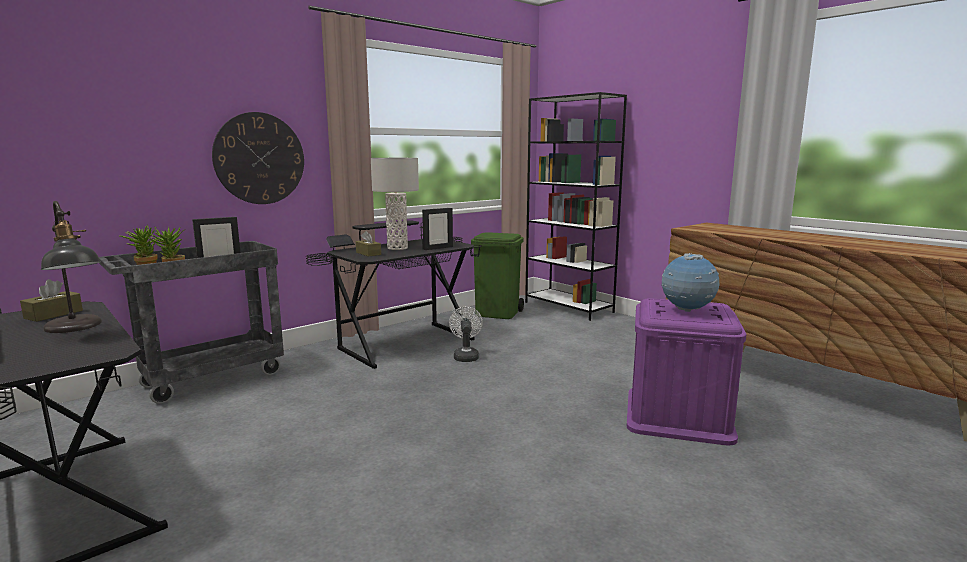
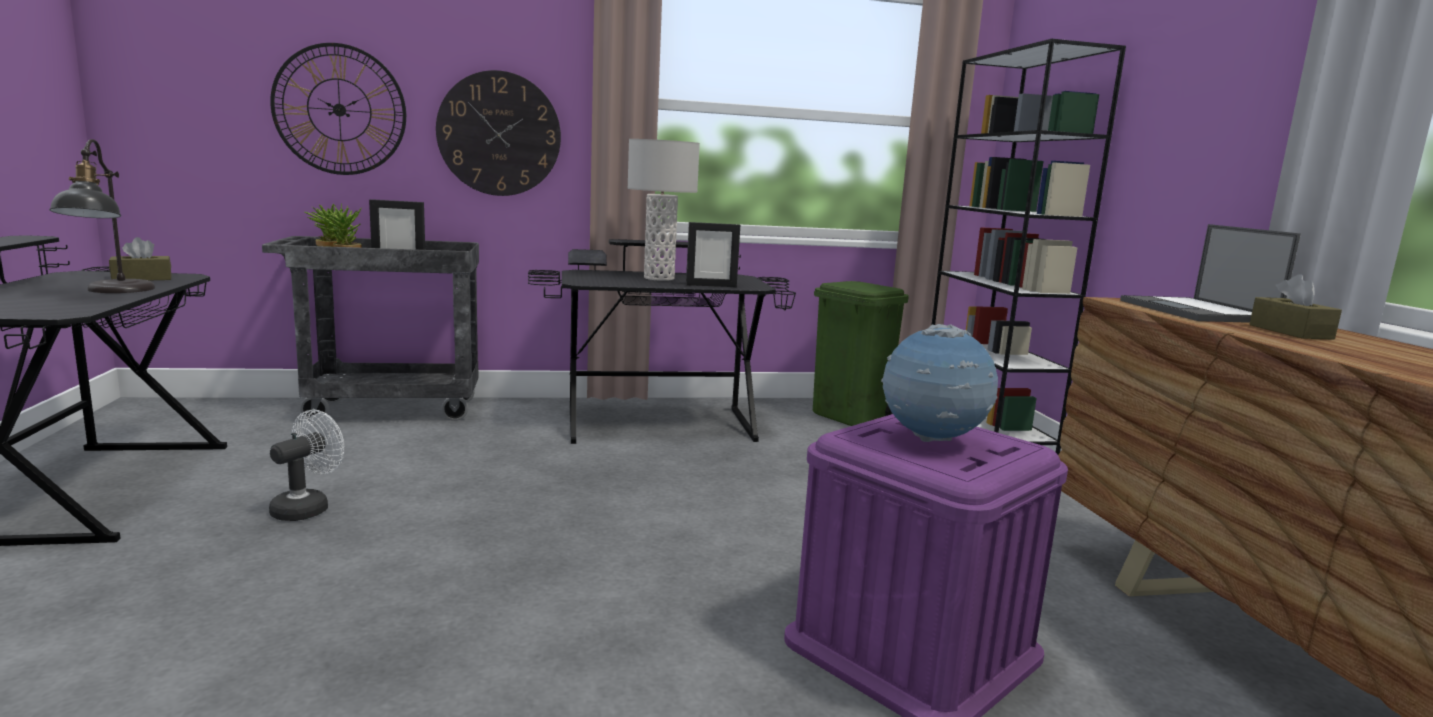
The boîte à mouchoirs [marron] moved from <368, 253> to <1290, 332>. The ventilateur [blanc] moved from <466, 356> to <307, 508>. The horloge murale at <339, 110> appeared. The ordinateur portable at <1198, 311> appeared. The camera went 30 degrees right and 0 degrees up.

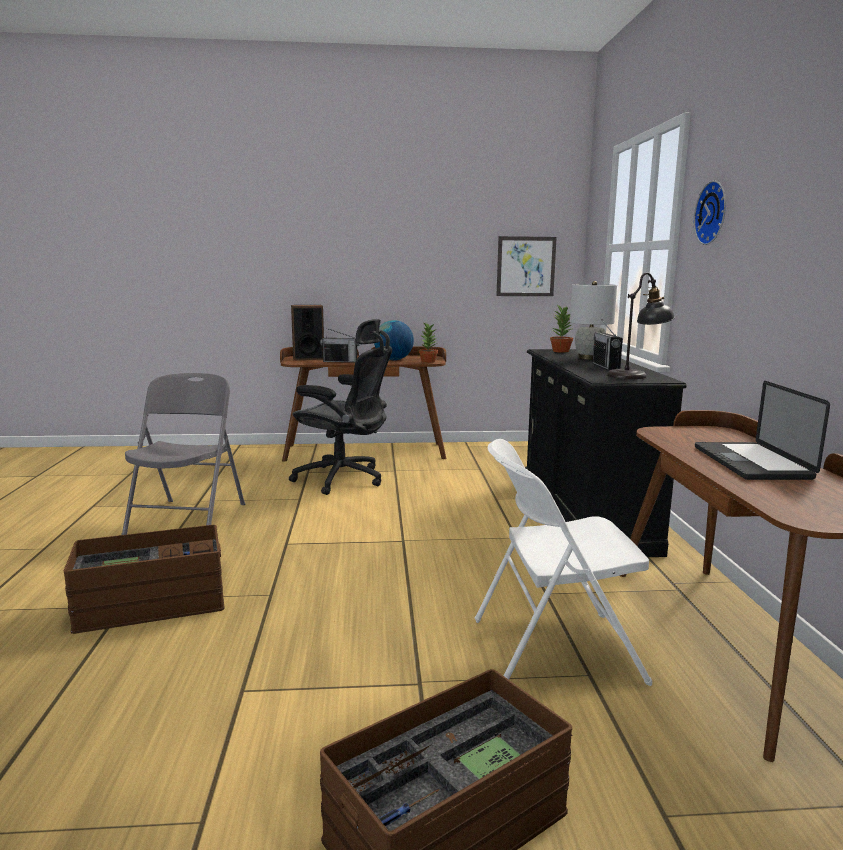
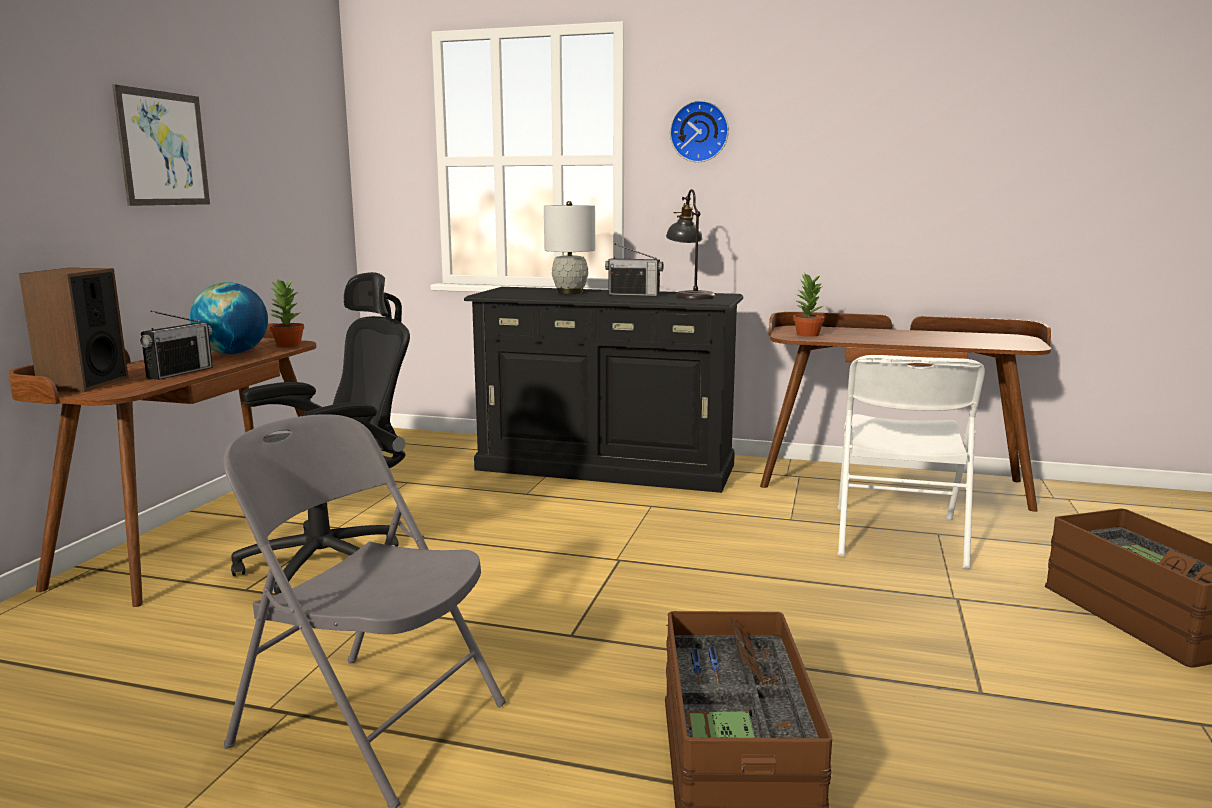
The tableau moved from <526, 266> to <163, 148>. The plante en pot moved from <560, 351> to <807, 334>. The ordinateur portable at <751, 463> disappeared. The camera went 70 degrees left and 0 degrees up.

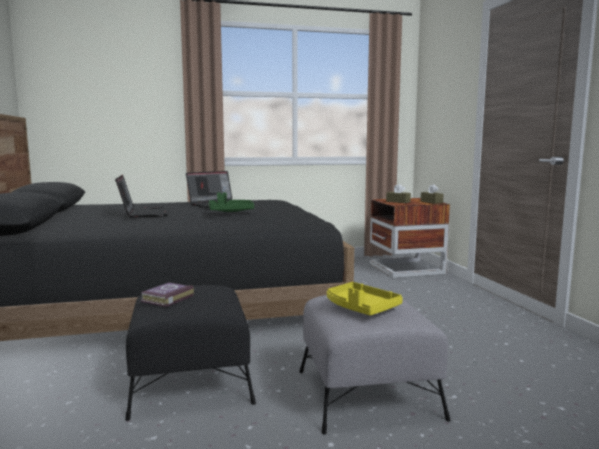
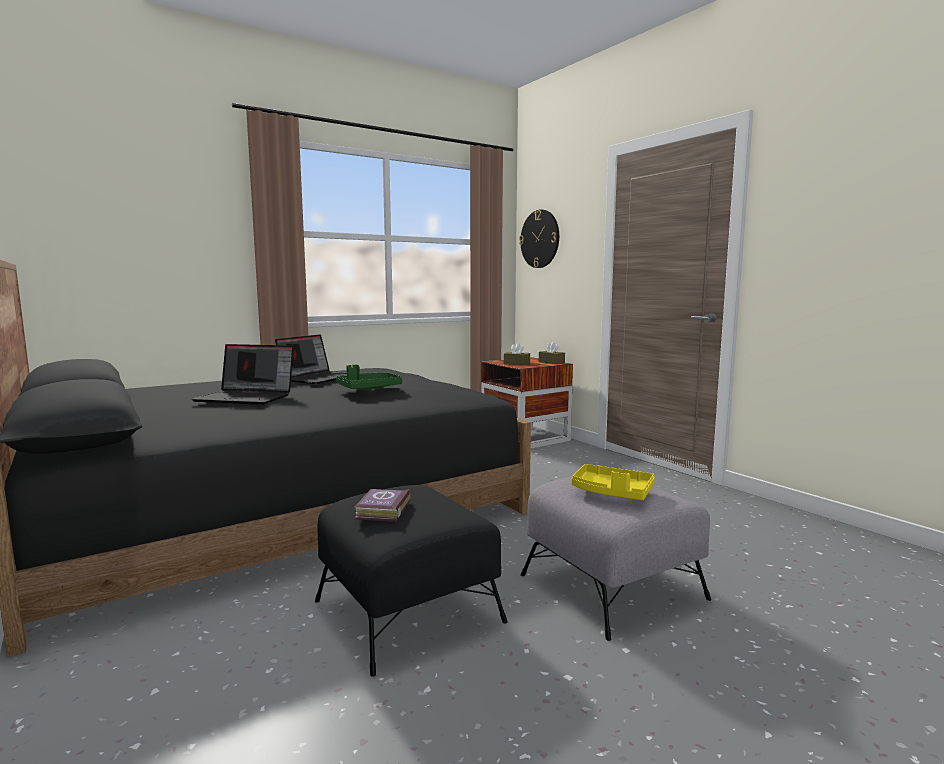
The ordinateur portable at <144, 213> turned 135 degrees clockwise. The horloge murale at <540, 239> appeared. The camera went 20 degrees left and 0 degrees up.

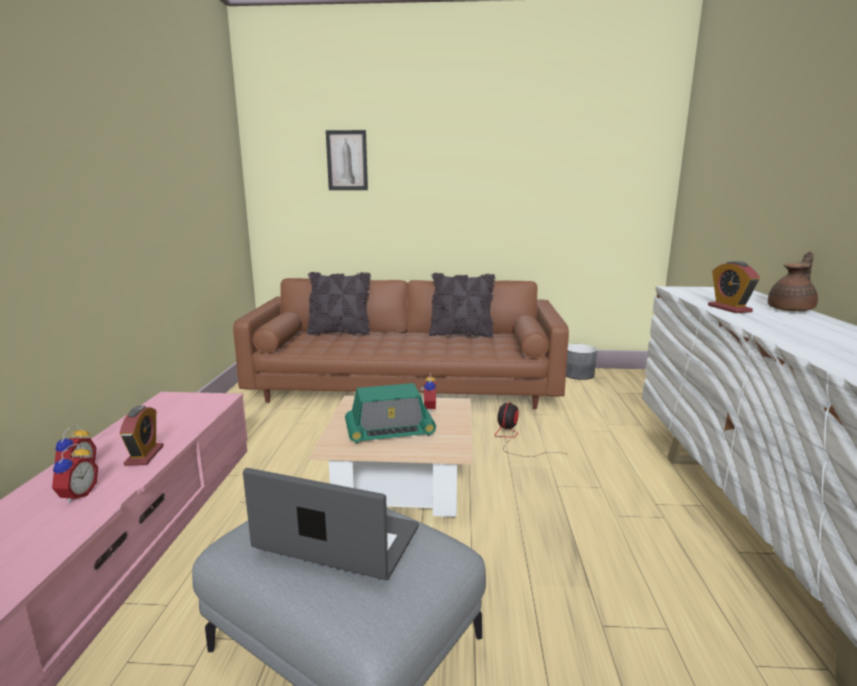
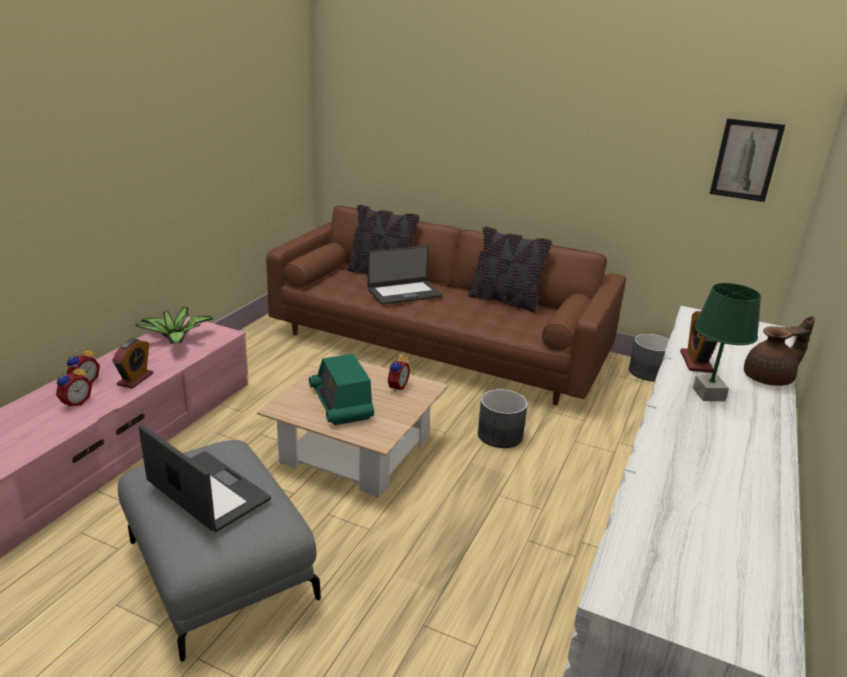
The tableau moved from <347, 160> to <746, 160>. The radio at <390, 431> turned 60 degrees clockwise. The ventilateur at <514, 439> was replaced by the cache-pot [gris] at <500, 435>. The ordinateur portable at <404, 292> appeared. The lampe de table [vert] at <709, 394> appeared. The plante en pot at <176, 339> appeared. The camera went 20 degrees right and 10 degrees up.

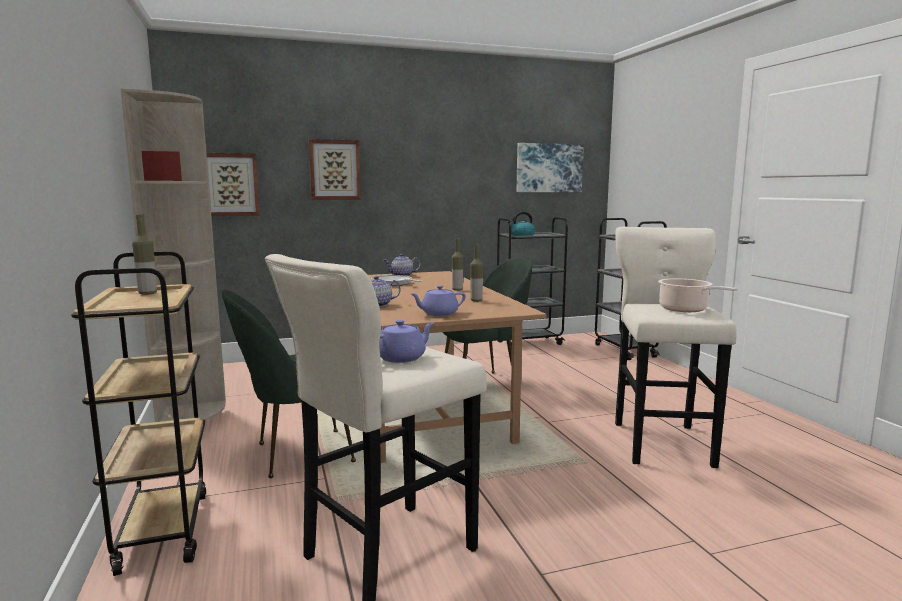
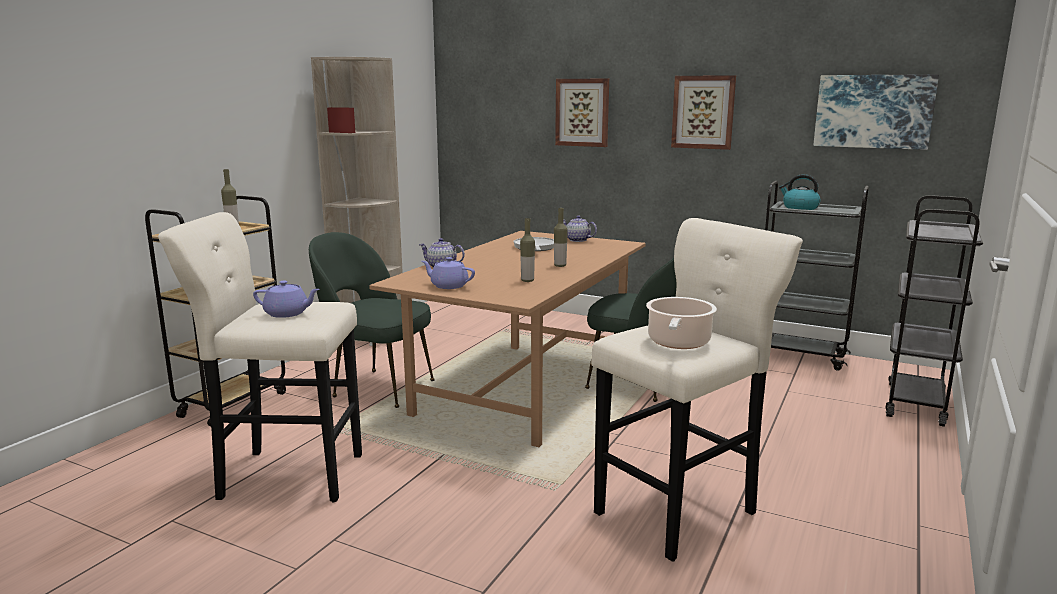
The tableau moved from <231, 184> to <703, 112>. The camera went 45 degrees right and 5 degrees up.

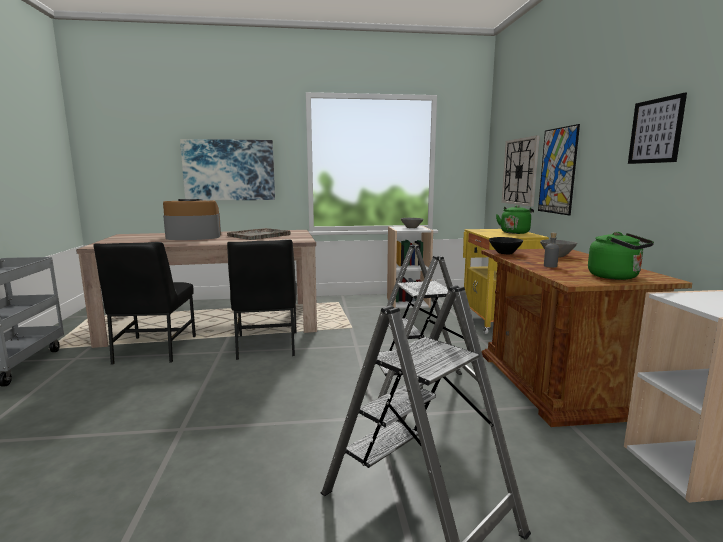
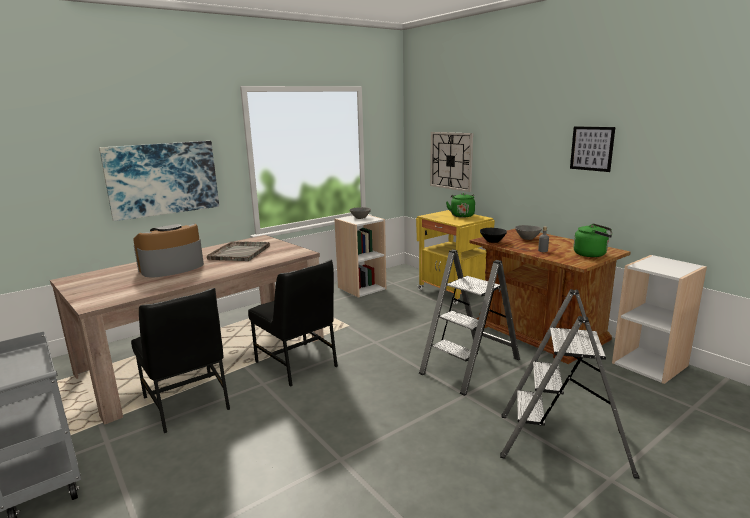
The tableau at <557, 171> disappeared. The camera went 30 degrees left and 5 degrees up.

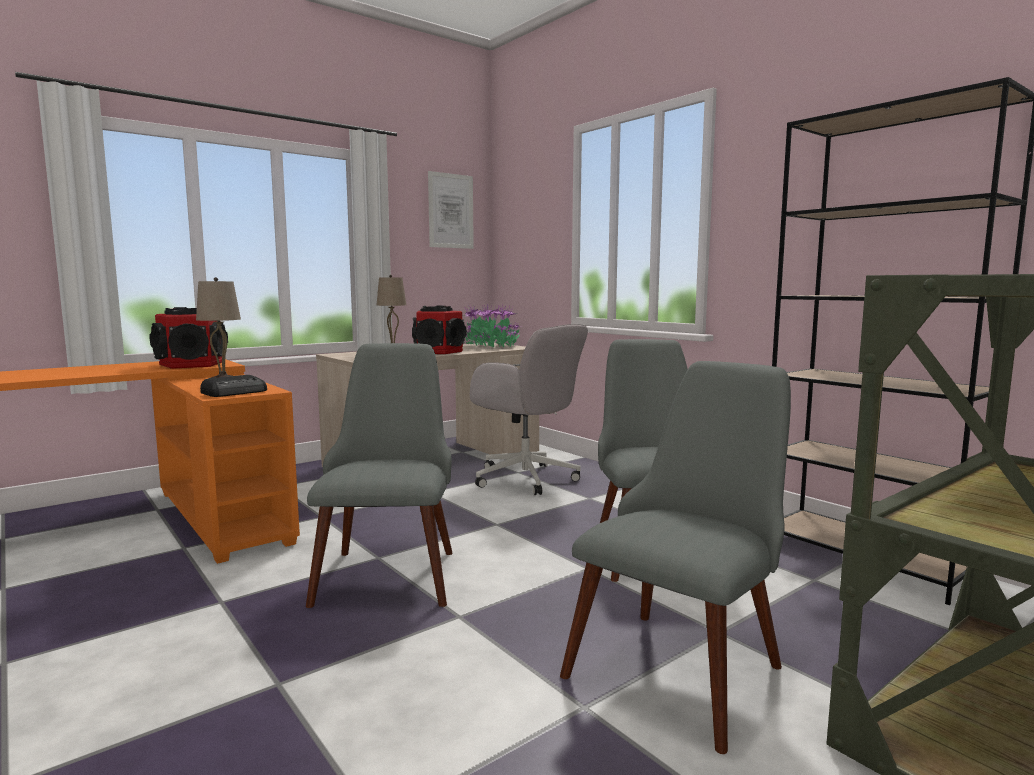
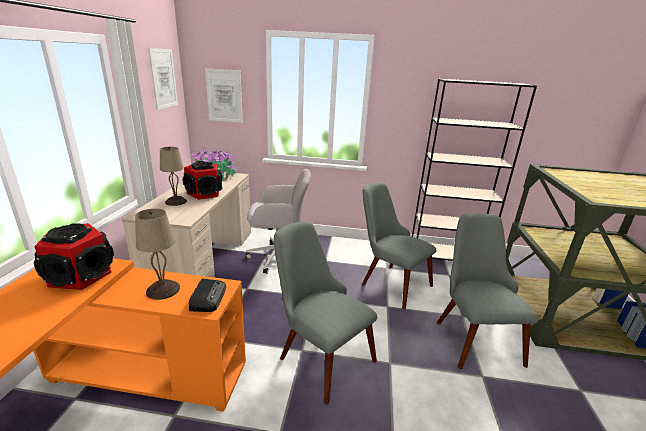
The tableau at <224, 96> appeared. The camera went 45 degrees left and 15 degrees up.

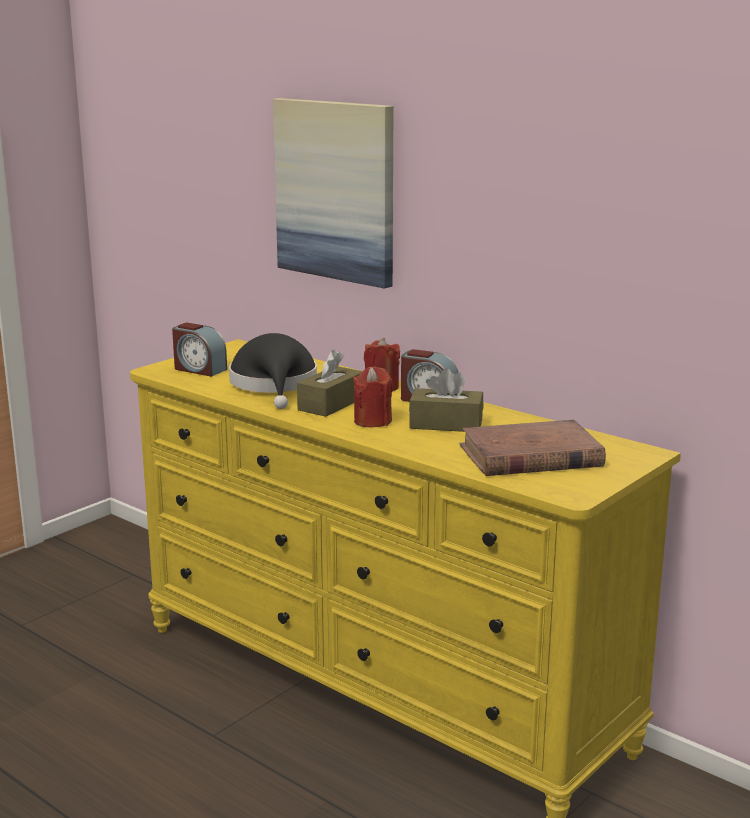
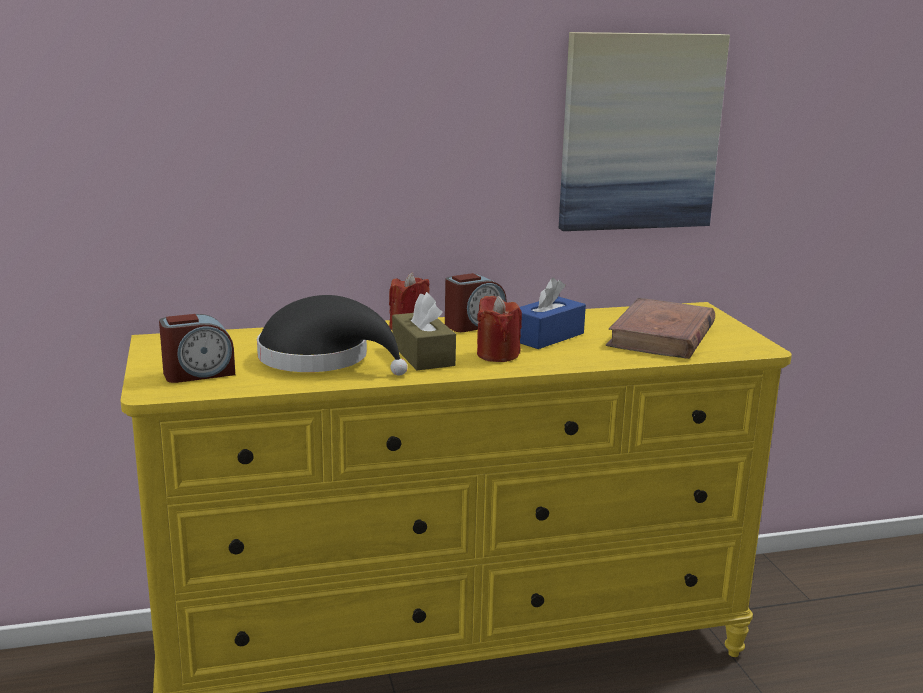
The tableau moved from <336, 190> to <639, 132>. The boîte à mouchoirs [marron] at <446, 424> became the boîte à mouchoirs [bleu] at <547, 336>. The camera went 55 degrees left and 0 degrees up.

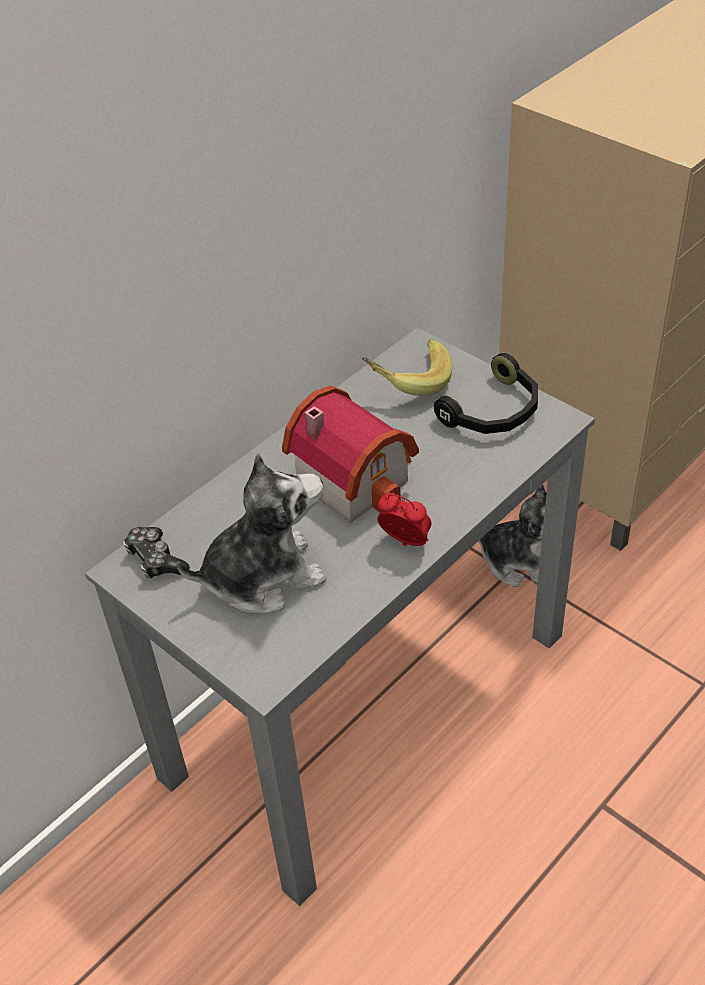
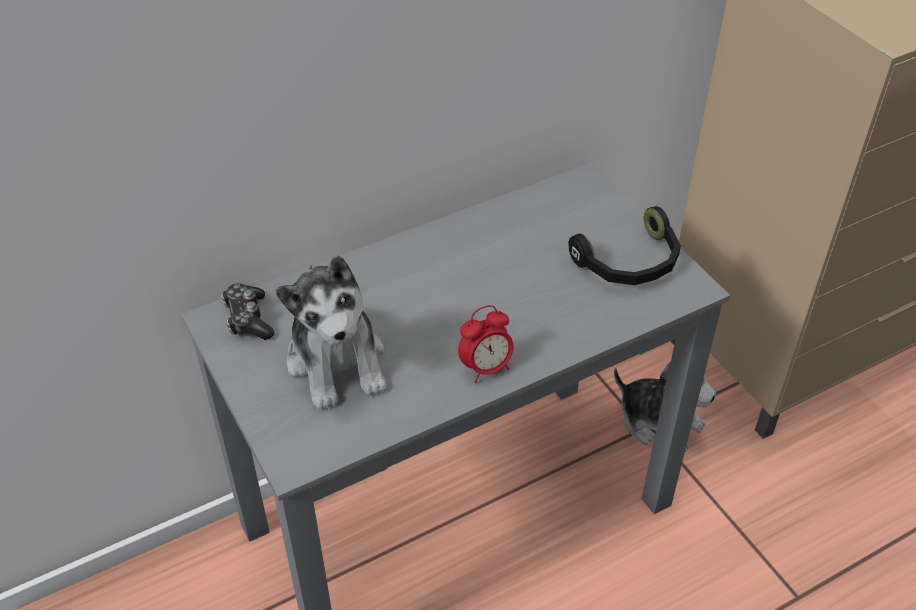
The banane at <407, 381> disappeared. The maison miniature at <355, 477> disappeared. The peluche at <263, 576> turned 75 degrees clockwise. The réveil at <405, 543> turned 105 degrees clockwise. The camera went 15 degrees right and 0 degrees up.

